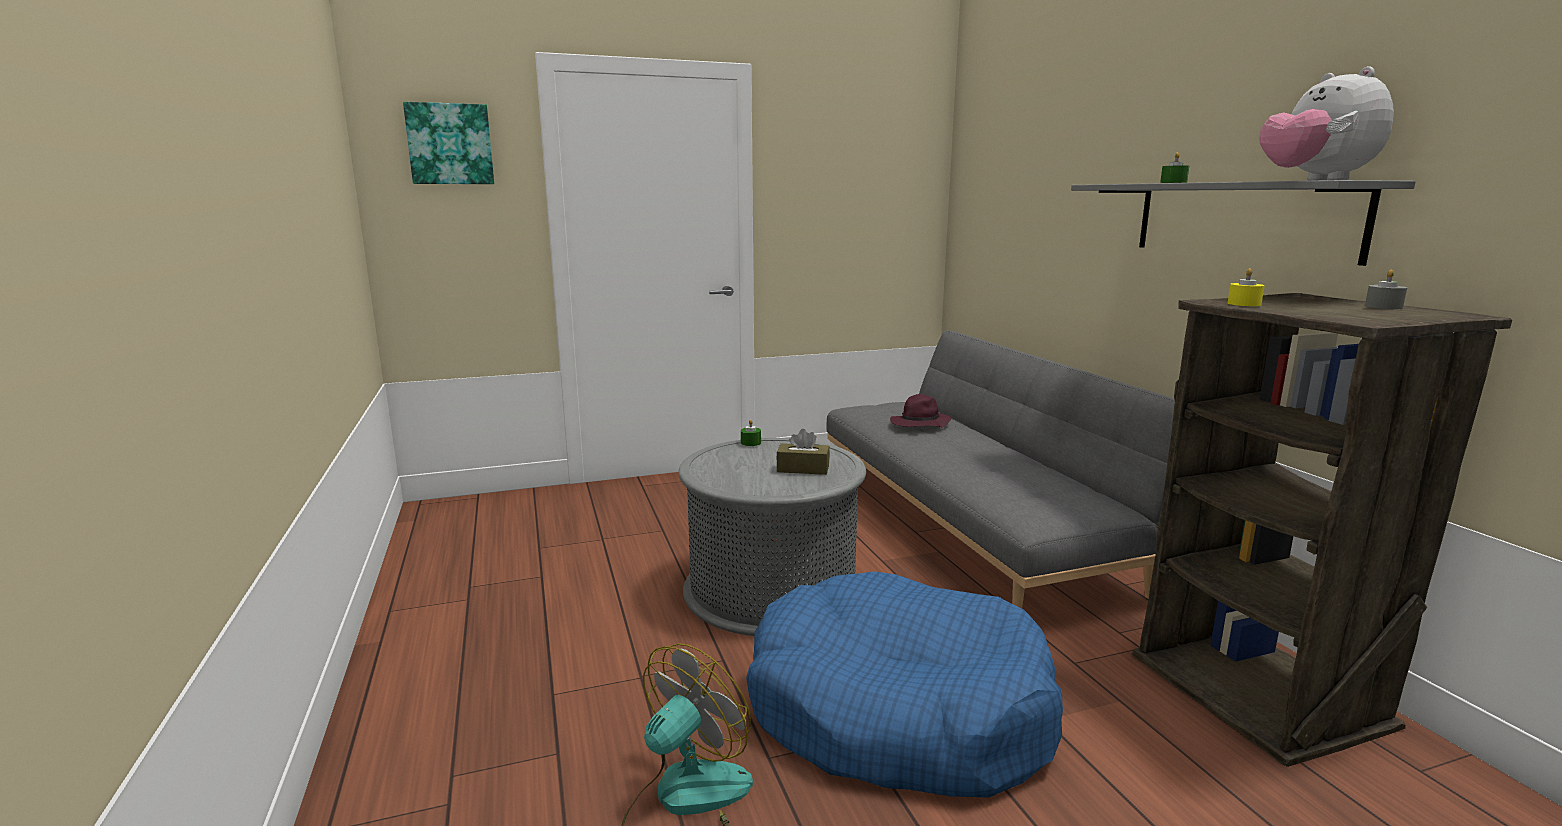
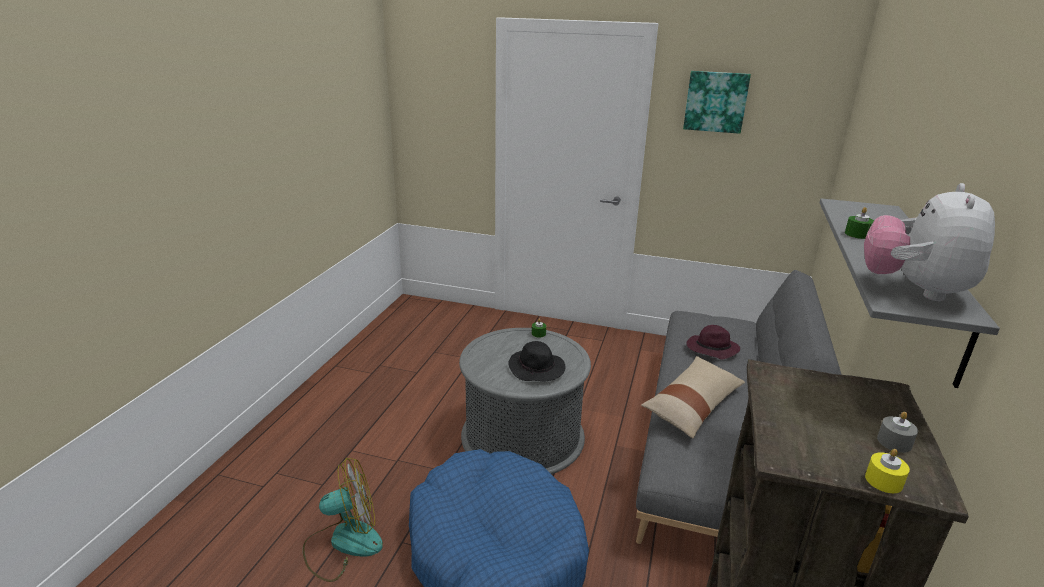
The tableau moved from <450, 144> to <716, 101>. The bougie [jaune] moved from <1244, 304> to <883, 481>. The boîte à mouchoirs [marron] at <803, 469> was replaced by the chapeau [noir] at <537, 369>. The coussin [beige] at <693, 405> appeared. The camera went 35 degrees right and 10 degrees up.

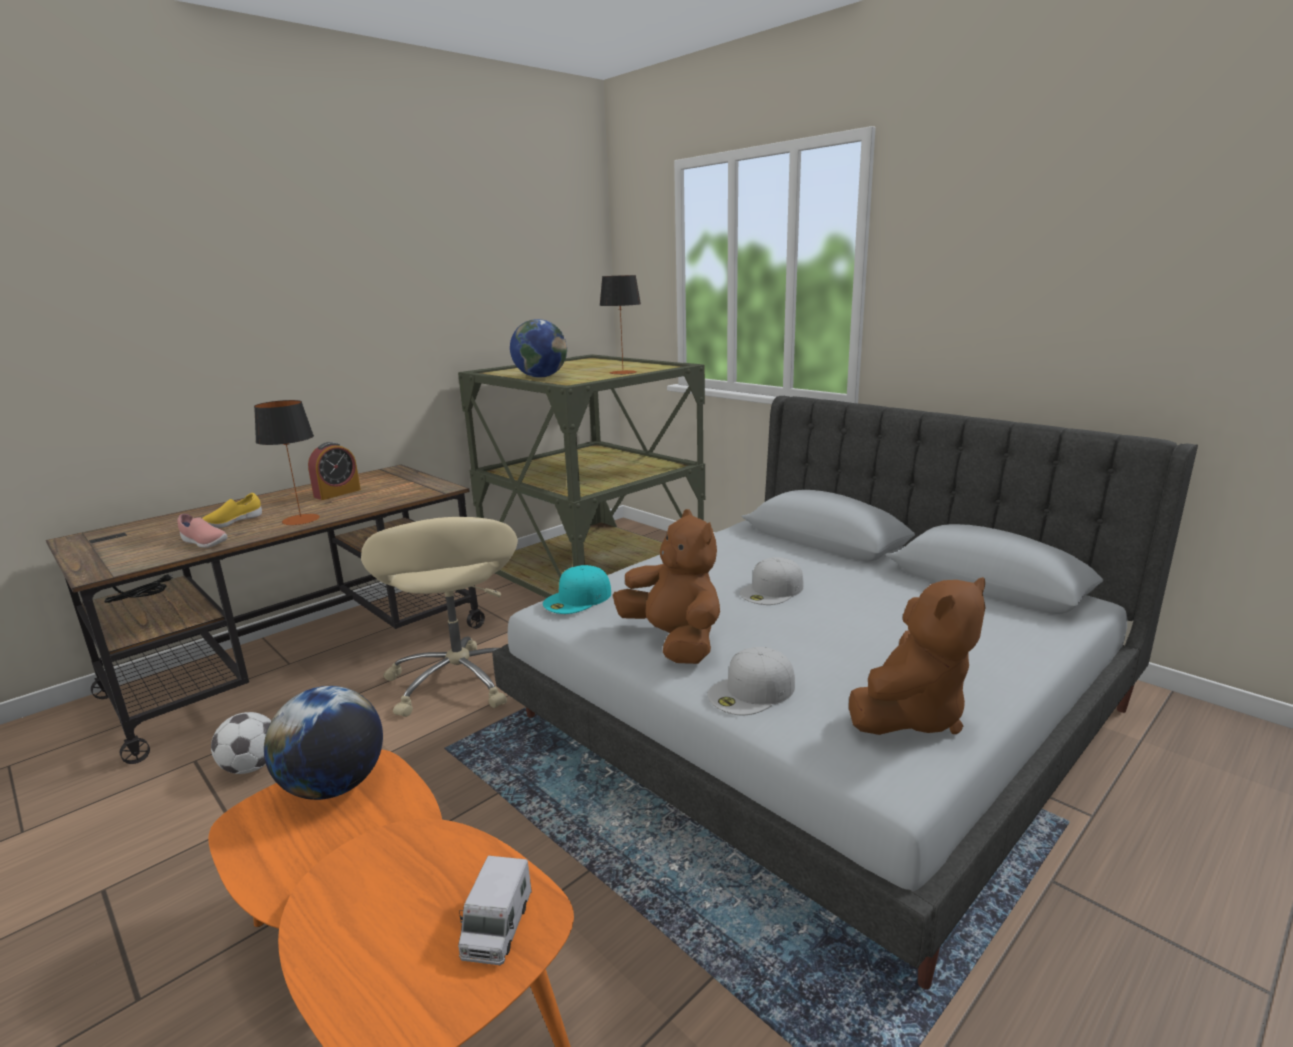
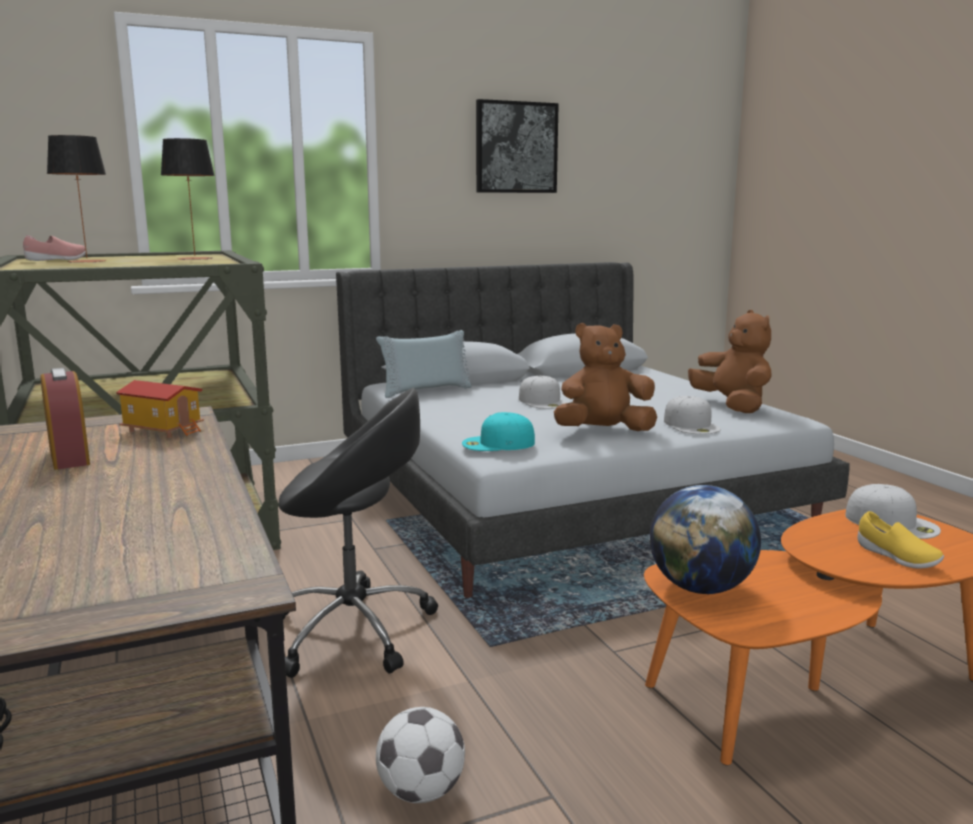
The globe at <540, 377> disappeared. The lampe de table moved from <301, 519> to <87, 261>. The chaussure [jaune] moved from <233, 523> to <896, 557>. The chaussure [rose] moved from <203, 543> to <57, 260>. The chaise de bureau [beige] at <458, 683> became the chaise de bureau [noir] at <356, 630>. The casquette [turquoise] at <577, 599> turned 105 degrees clockwise. The camion jouet at <497, 927> was replaced by the casquette [blanc] at <892, 523>. The tableau at <516, 147> appeared. The coussin [bleu] at <425, 391> appeared. The maison miniature at <164, 430> appeared. The camera went 70 degrees left and 5 degrees down.

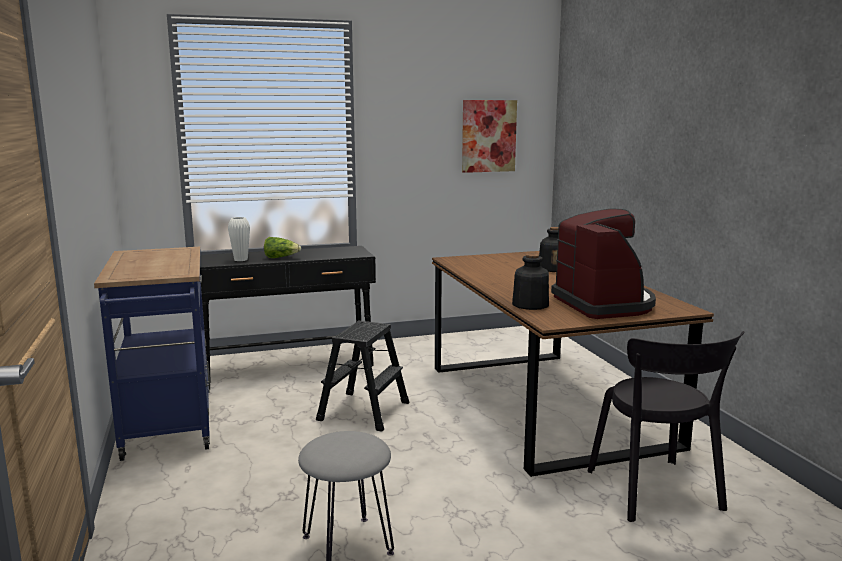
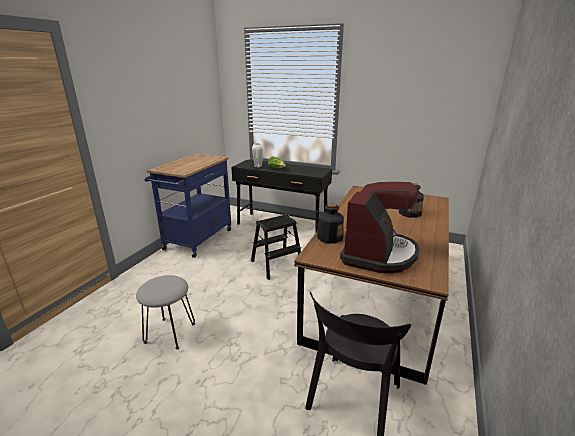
The tableau at <488, 136> disappeared. The camera went 40 degrees right and 10 degrees up.

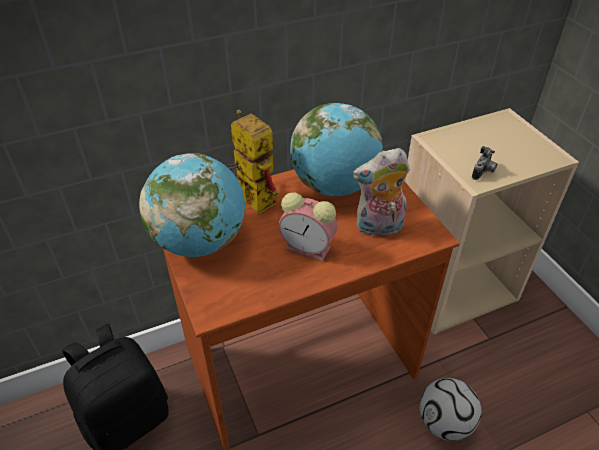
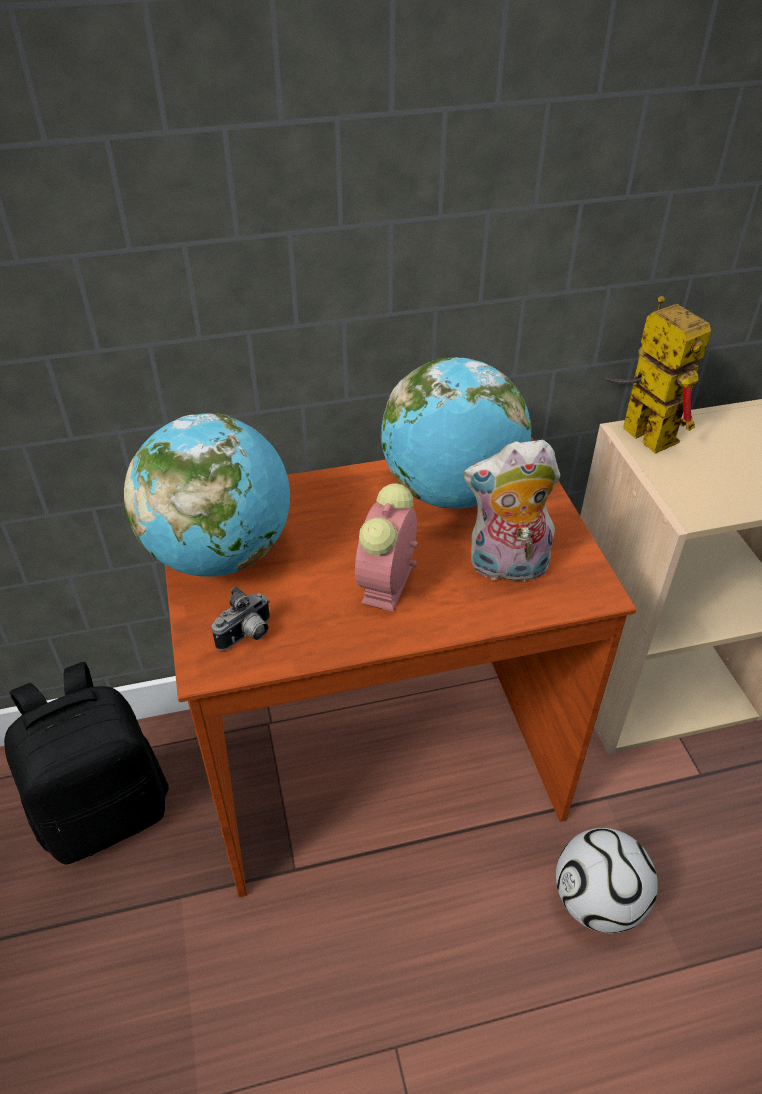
The robot jouet moved from <249, 198> to <637, 431>. The appareil photo moved from <483, 173> to <247, 636>. The réveil at <309, 248> turned 75 degrees clockwise. The camera went 10 degrees right and 0 degrees up.

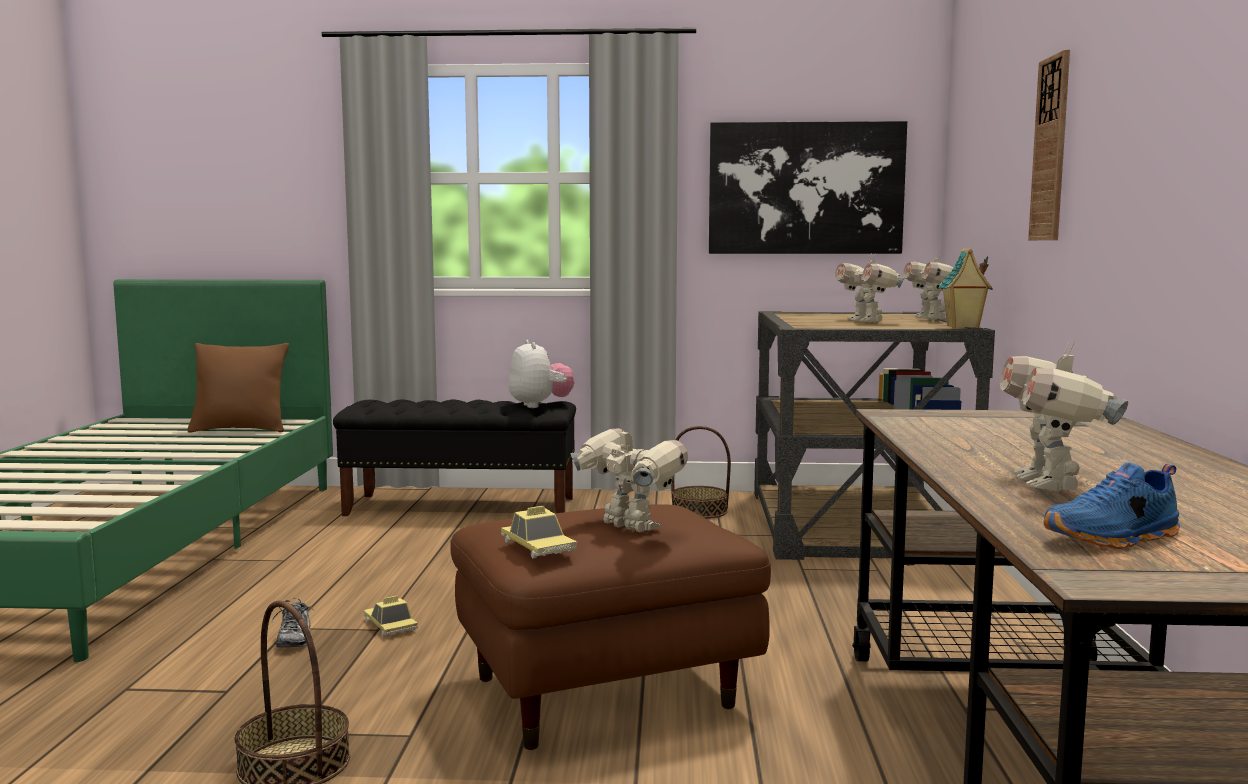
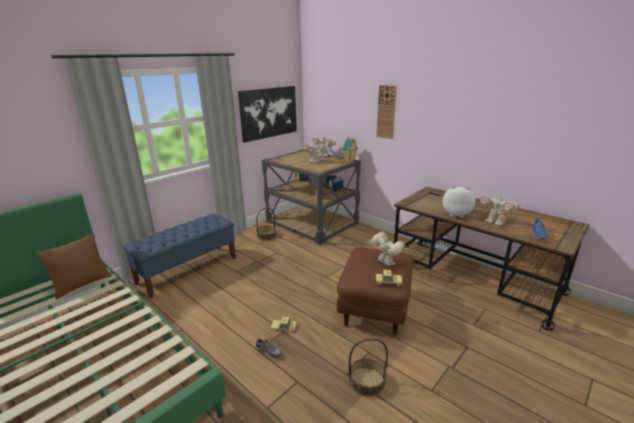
The peluche moved from <540, 405> to <456, 214>. The banc [noir] at <462, 506> became the banc [bleu] at <188, 270>. The robot jouet at <628, 527> turned 60 degrees clockwise. The camera went 50 degrees left and 15 degrees up.

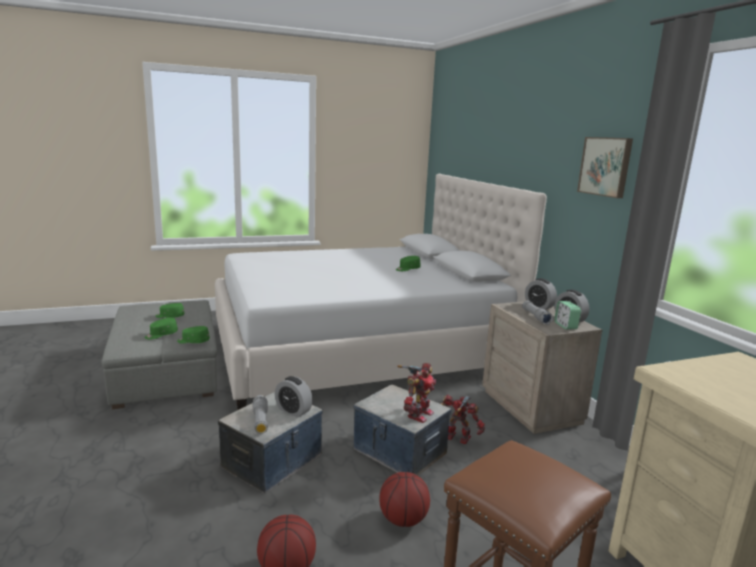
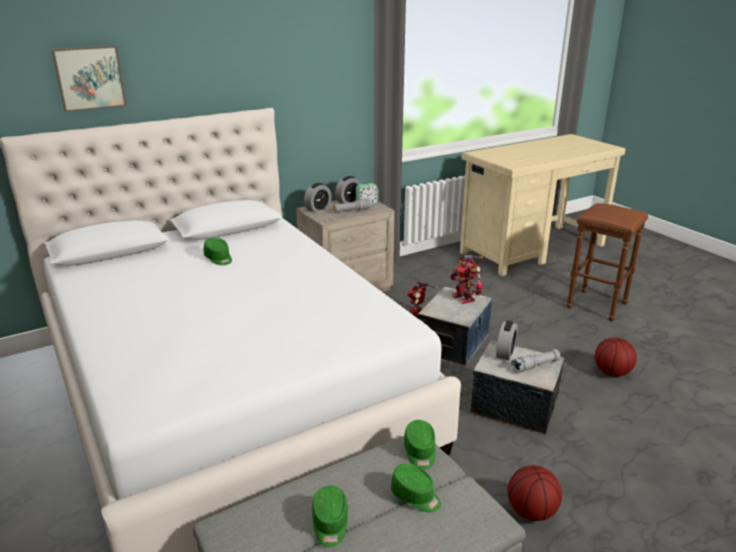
The tableau moved from <606, 166> to <89, 78>. The robot jouet at <418, 414> turned 135 degrees counterclockwise. The ballon de basket moved from <403, 520> to <531, 511>. The camera went 100 degrees left and 10 degrees up.

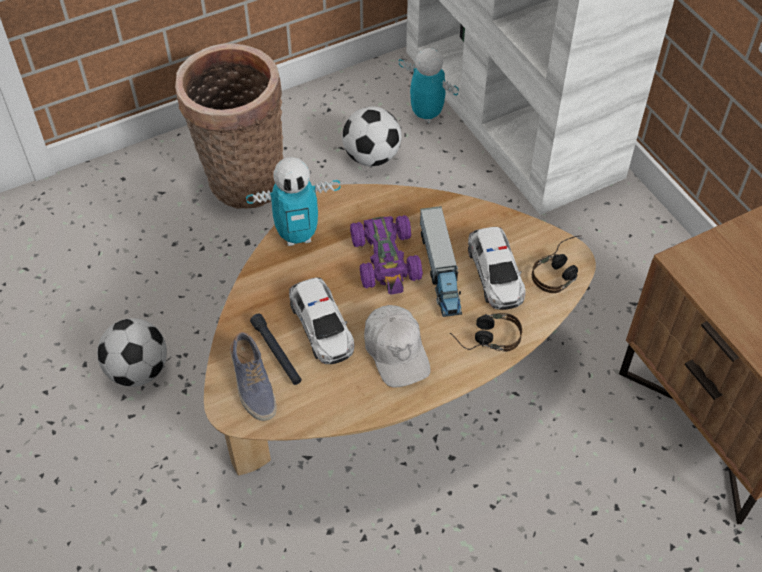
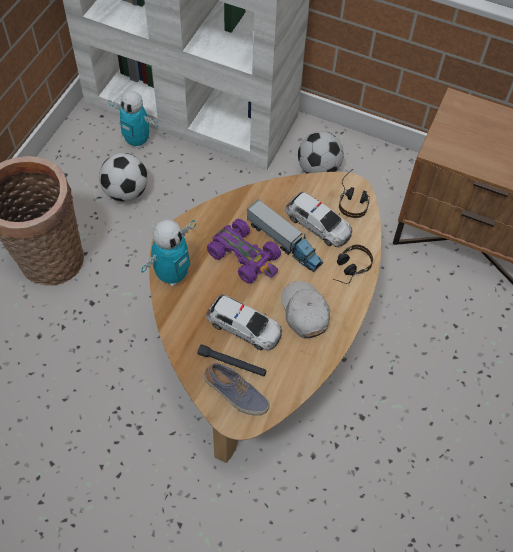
The robot jouet at <426, 114> turned 150 degrees counterclockwise. The casquette [blanc] at <396, 351> turned 135 degrees counterclockwise. The ballon de foot moved from <138, 371> to <318, 169>. The camera went 40 degrees left and 5 degrees up.

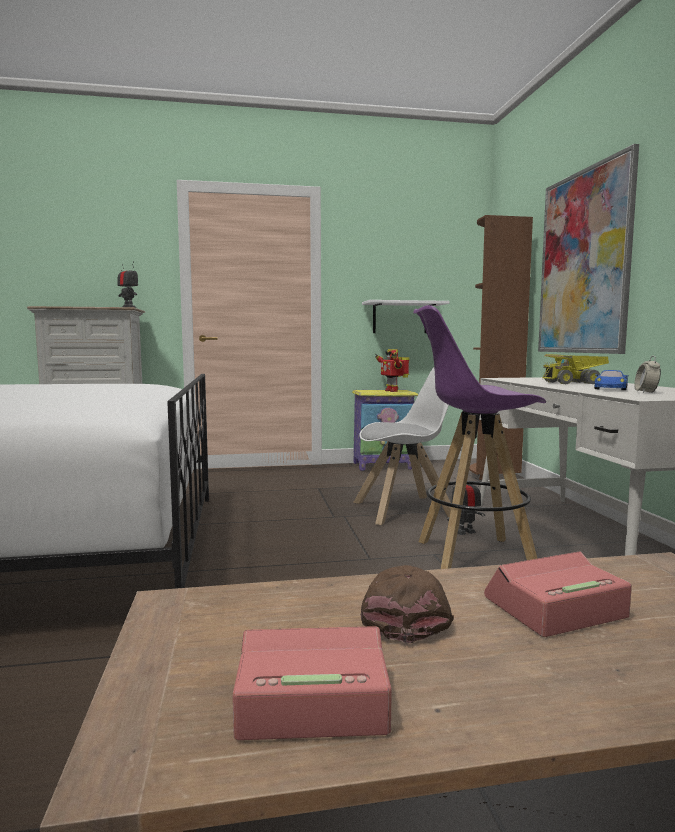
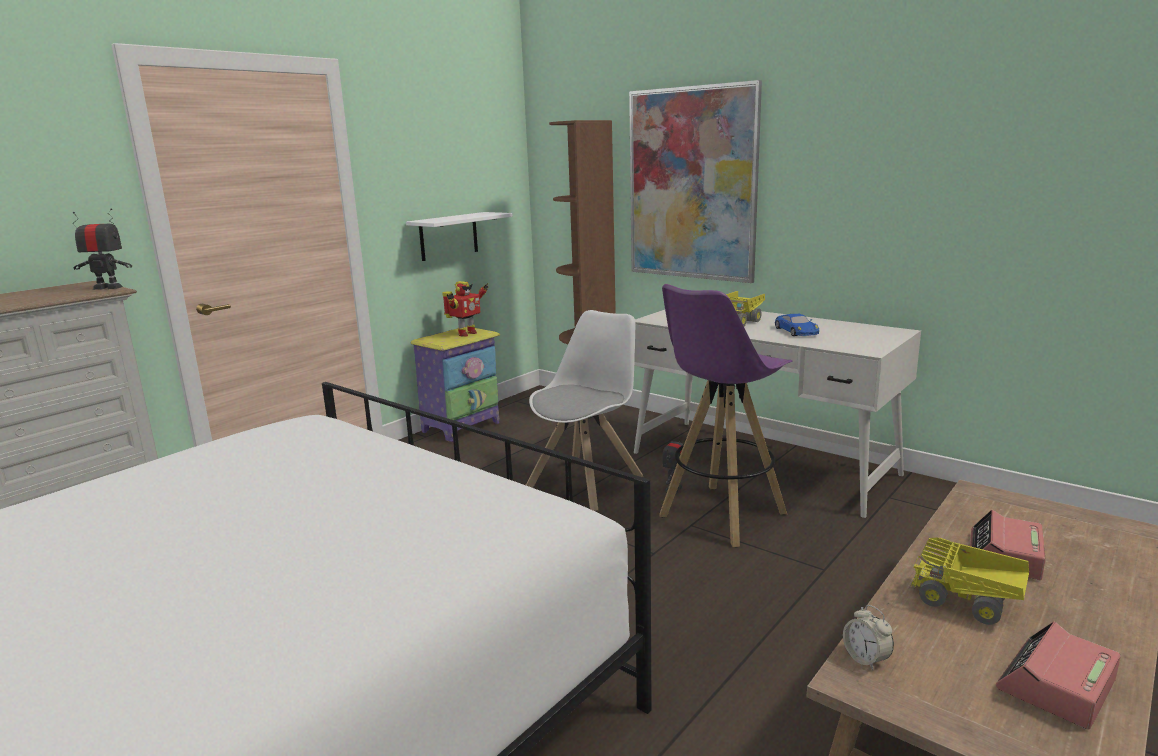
The robot jouet at <392, 391> turned 75 degrees counterclockwise. The réveil moved from <646, 392> to <866, 659>. The casquette [marron] at <405, 615> was replaced by the camion jouet at <968, 603>. The camera went 40 degrees left and 10 degrees up.

